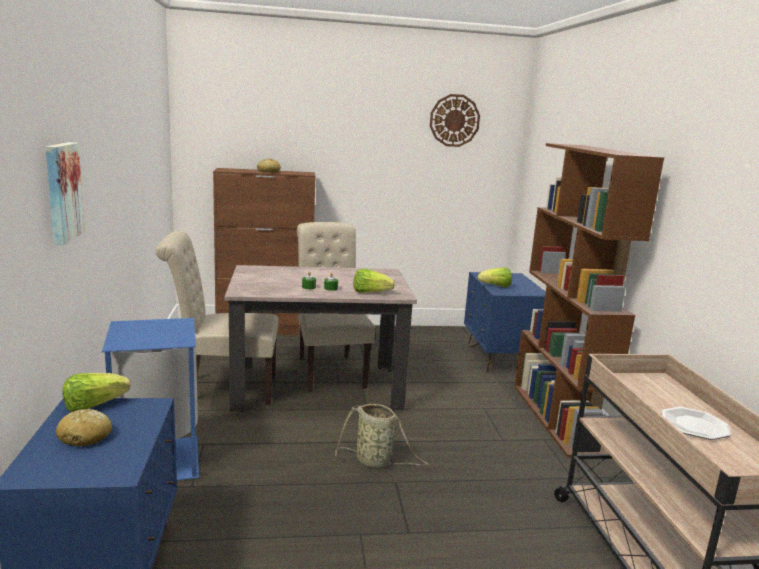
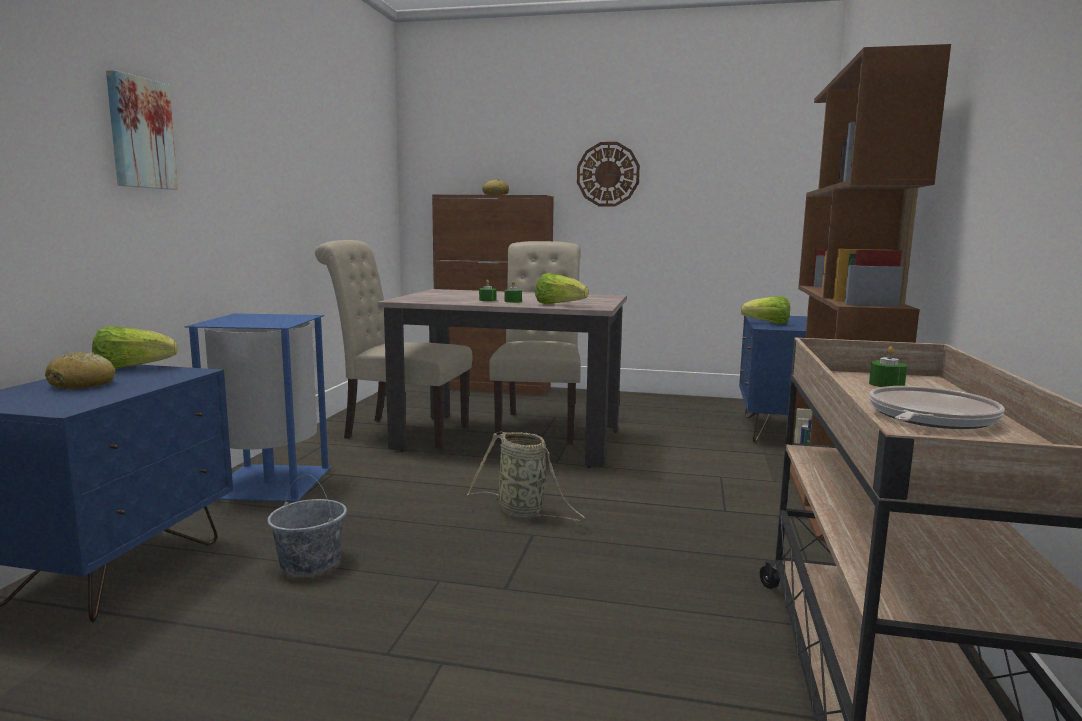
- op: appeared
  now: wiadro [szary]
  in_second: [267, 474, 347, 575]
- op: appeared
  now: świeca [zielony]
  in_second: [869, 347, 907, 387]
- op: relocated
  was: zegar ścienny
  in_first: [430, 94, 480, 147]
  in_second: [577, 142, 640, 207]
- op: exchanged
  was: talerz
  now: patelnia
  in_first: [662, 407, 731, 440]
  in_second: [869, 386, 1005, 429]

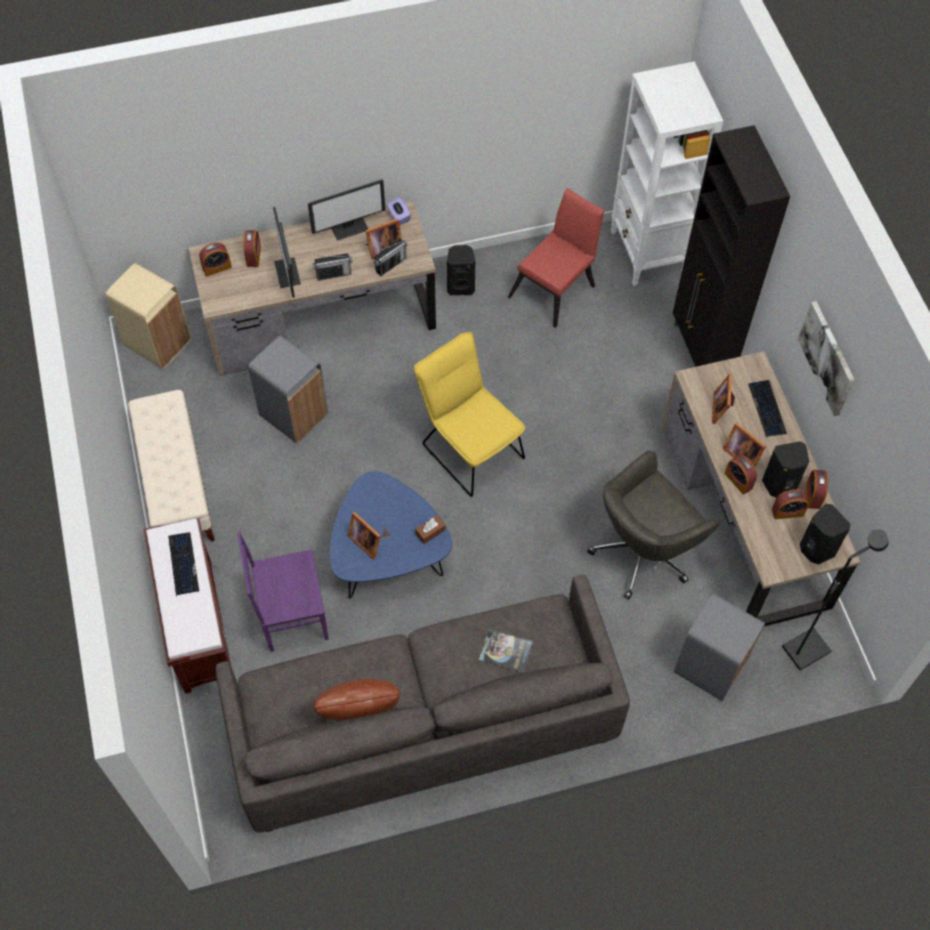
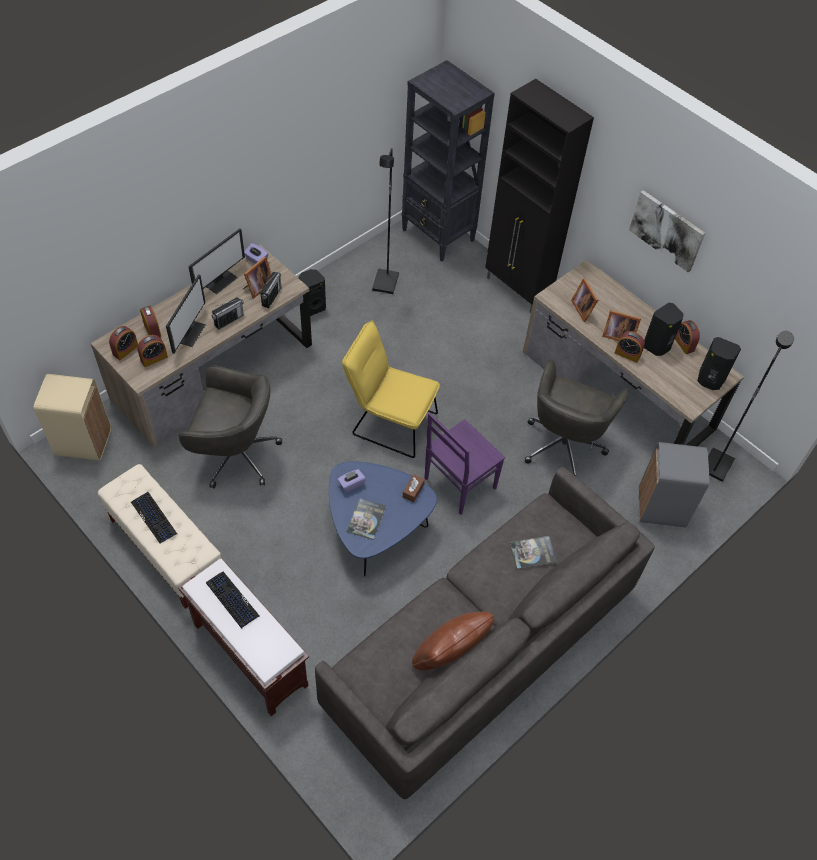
- op: appeared
  now: pudełko chusteczek [fioletowy]
  in_second: [337, 469, 366, 493]
- op: relocated
  was: krzesło [fioletowy]
  in_first: [237, 532, 329, 652]
  in_second: [425, 413, 505, 515]
- op: relocated
  was: klawiatura
  in_first: [748, 380, 787, 437]
  in_second: [131, 492, 177, 544]
- op: relocated
  was: budzik
  in_first: [772, 489, 809, 519]
  in_second: [137, 335, 168, 367]
- op: exchanged
  was: kosz na śmieci [szary]
  now: krzesło biurowe [szary]
  in_first: [248, 336, 328, 443]
  in_second: [179, 365, 282, 488]
- op: exchanged
  was: ramka na zdjęcie
  now: książka
  in_first: [348, 512, 381, 559]
  in_second: [346, 498, 386, 540]
- op: exchanged
  was: krzesło [czerwony]
  now: lampa stojąca [czarny]
  in_first: [508, 188, 604, 328]
  in_second: [372, 148, 399, 294]
- op: colour
  was: regał [biały]
  now: regał [czarny]
  in_first: [611, 61, 723, 286]
  in_second: [402, 60, 495, 262]
- op: spun
  was: monitor
  in_first: [273, 207, 301, 298]
  in_second: [166, 274, 206, 353]
  clockwise: -120

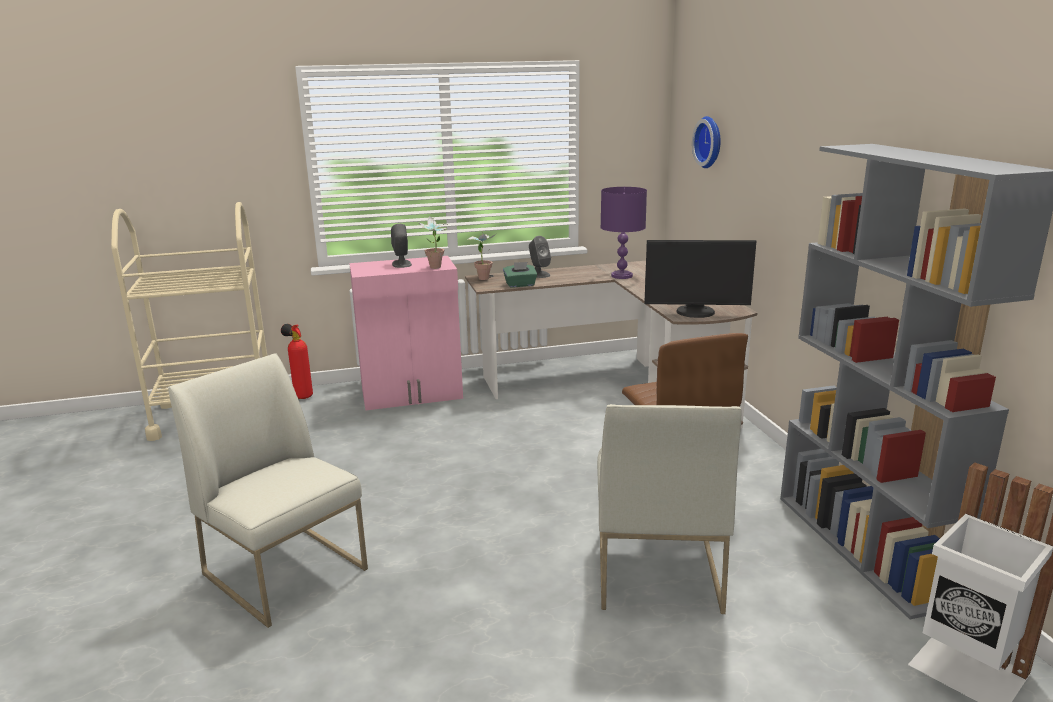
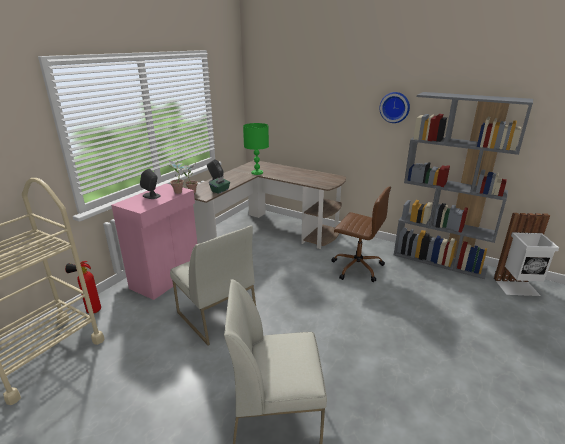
- op: missing
  was: monitor
  in_first: [644, 240, 756, 318]
- op: relocated
  was: krzesło [biały]
  in_first: [597, 404, 741, 614]
  in_second: [170, 226, 256, 346]
- op: relocated
  was: zegar ścienny
  in_first: [692, 116, 721, 168]
  in_second: [380, 92, 410, 123]
- op: colour
  was: lampa stołowa [fioletowy]
  now: lampa stołowa [zielony]
  in_first: [600, 187, 647, 279]
  in_second: [243, 123, 269, 175]

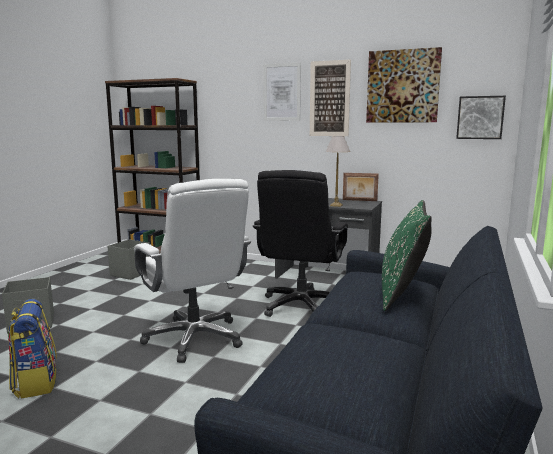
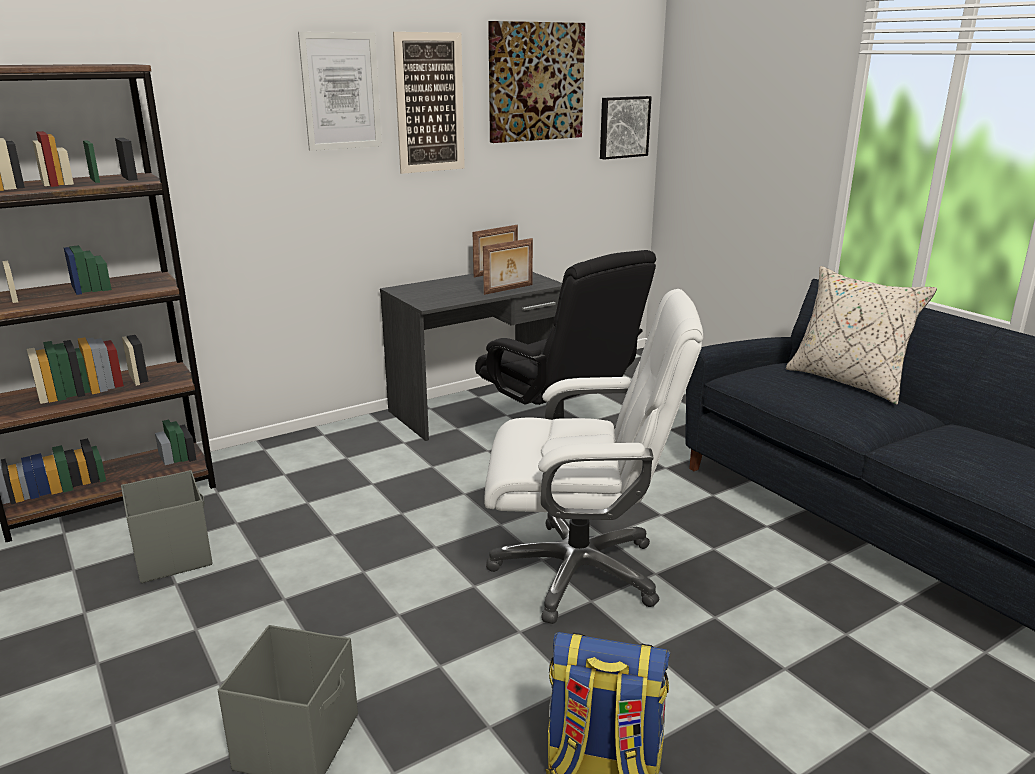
- op: exchanged
  was: lampa stołowa
  now: ramka na zdjęcie
  in_first: [326, 136, 350, 207]
  in_second: [483, 238, 533, 295]
- op: colour
  was: poduszka [zielony]
  now: poduszka [beżowy]
  in_first: [382, 200, 432, 311]
  in_second: [786, 266, 937, 404]

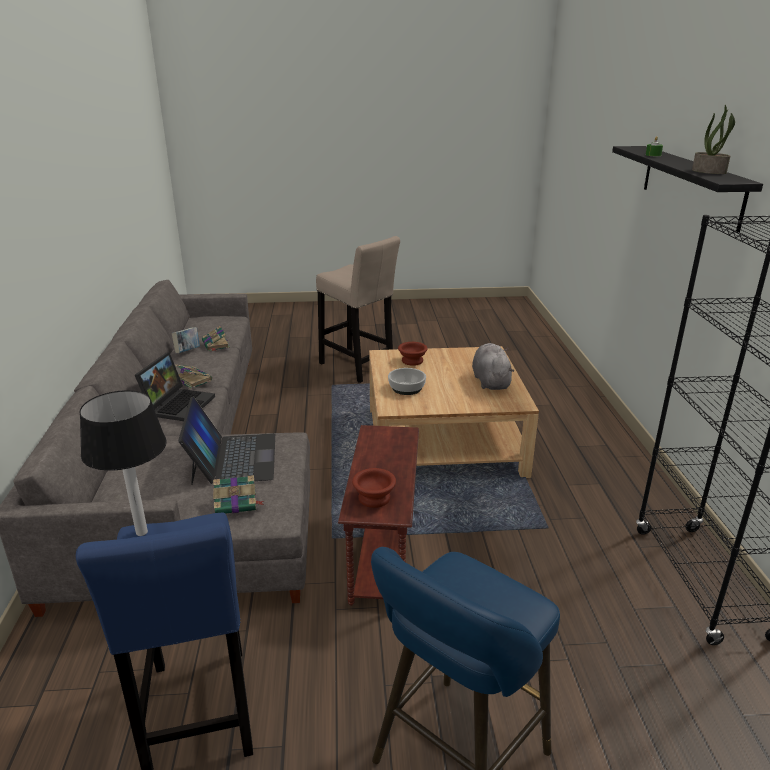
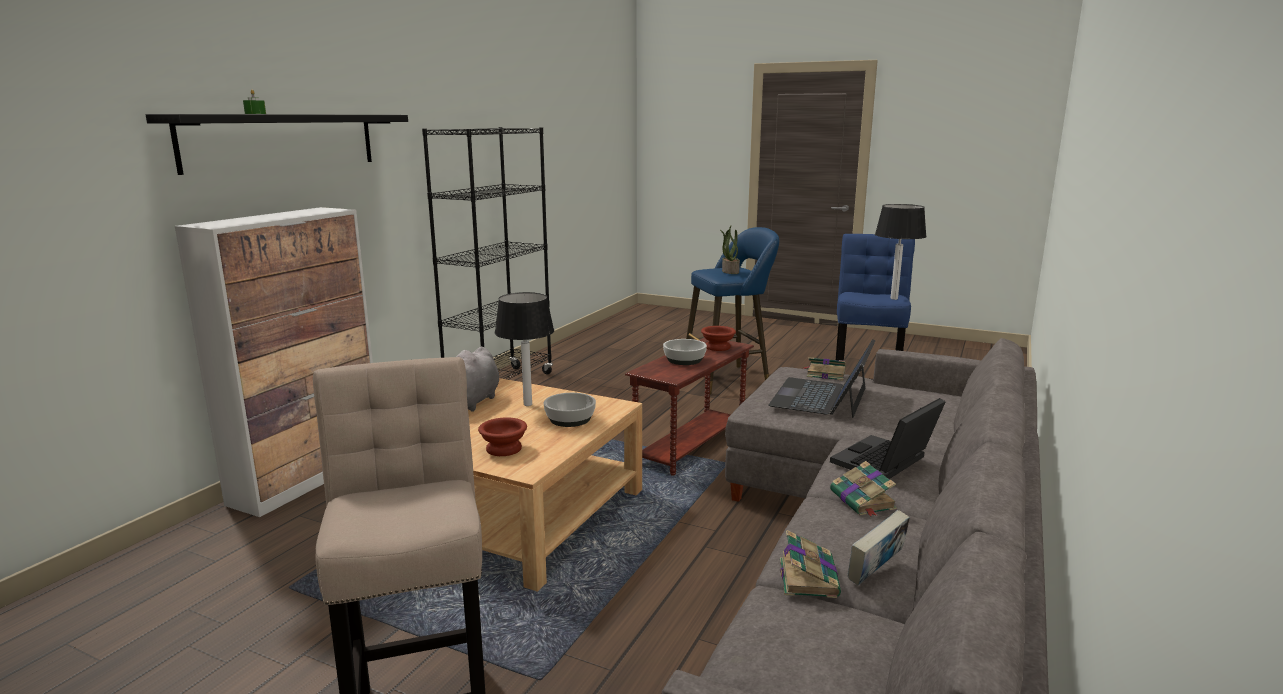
- op: appeared
  now: szafka
  in_second: [175, 207, 373, 517]
- op: appeared
  now: lampa stołowa
  in_second: [495, 292, 554, 406]
- op: appeared
  now: miska
  in_second: [663, 339, 707, 365]
- op: relocated
  was: roślina doniczkowa
  in_first: [692, 105, 735, 174]
  in_second: [720, 226, 740, 274]

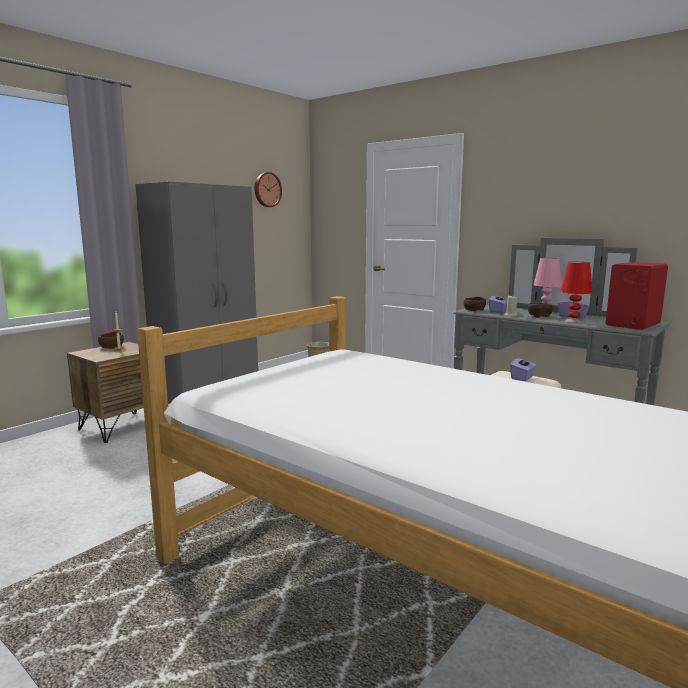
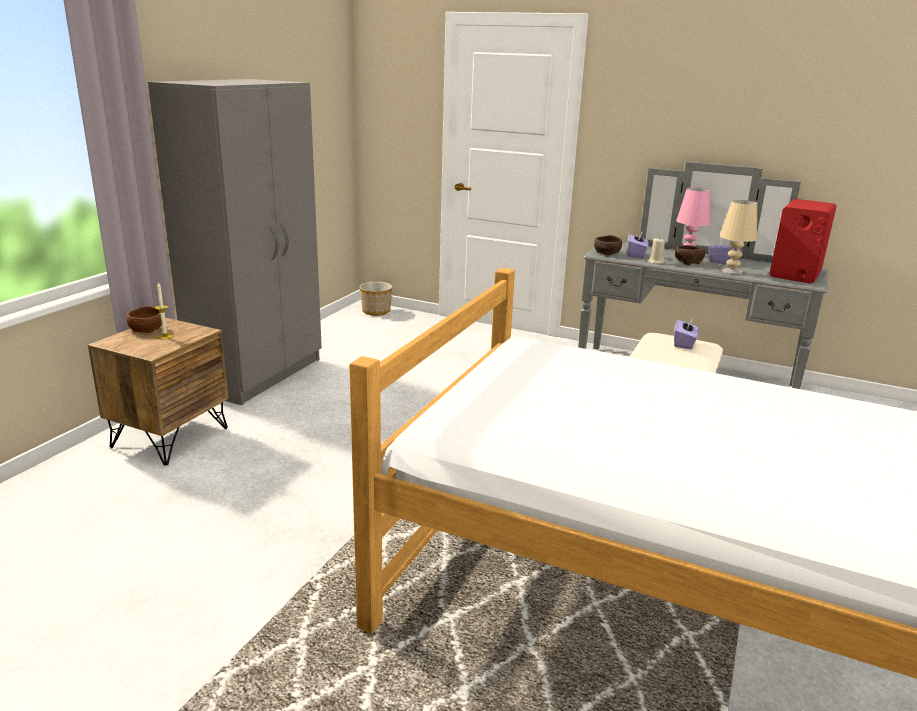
- op: missing
  was: zegar ścienny
  in_first: [254, 172, 282, 207]
- op: colour
  was: lampa stołowa [czerwony]
  now: lampa stołowa [beżowy]
  in_first: [560, 262, 593, 323]
  in_second: [720, 200, 757, 275]

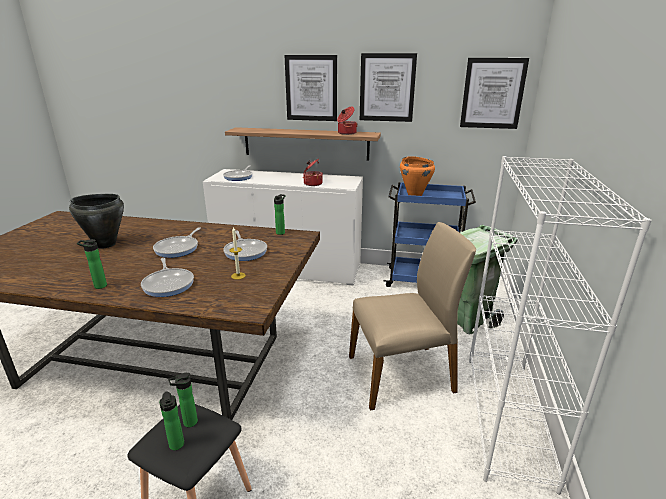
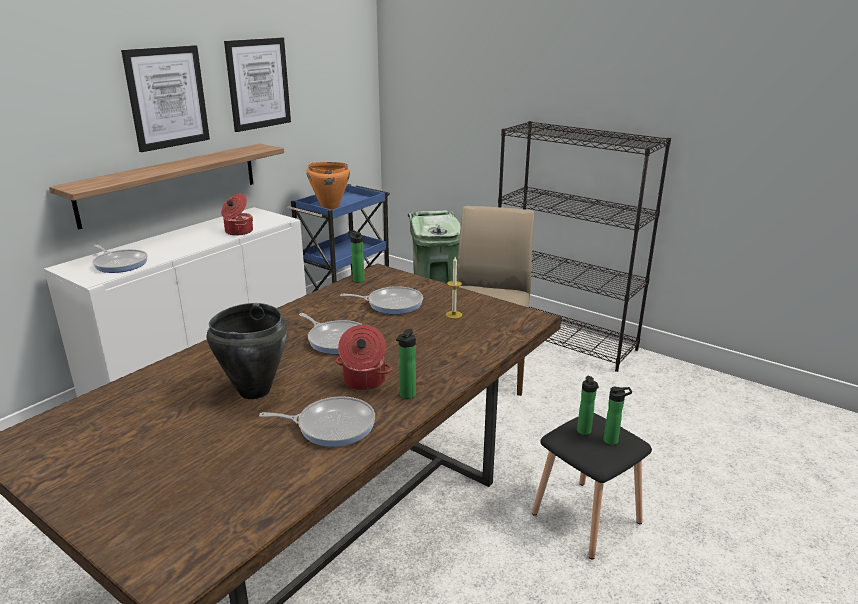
- op: missing
  was: obraz
  in_first: [460, 58, 529, 129]
- op: relocated
  was: patelnia
  in_first: [141, 258, 194, 297]
  in_second: [259, 396, 375, 447]
- op: relocated
  was: garnek
  in_first: [337, 107, 357, 135]
  in_second: [336, 325, 392, 391]
- op: colour
  was: regał [biały]
  now: regał [czarny]
  in_first: [469, 156, 652, 495]
  in_second: [498, 121, 671, 372]

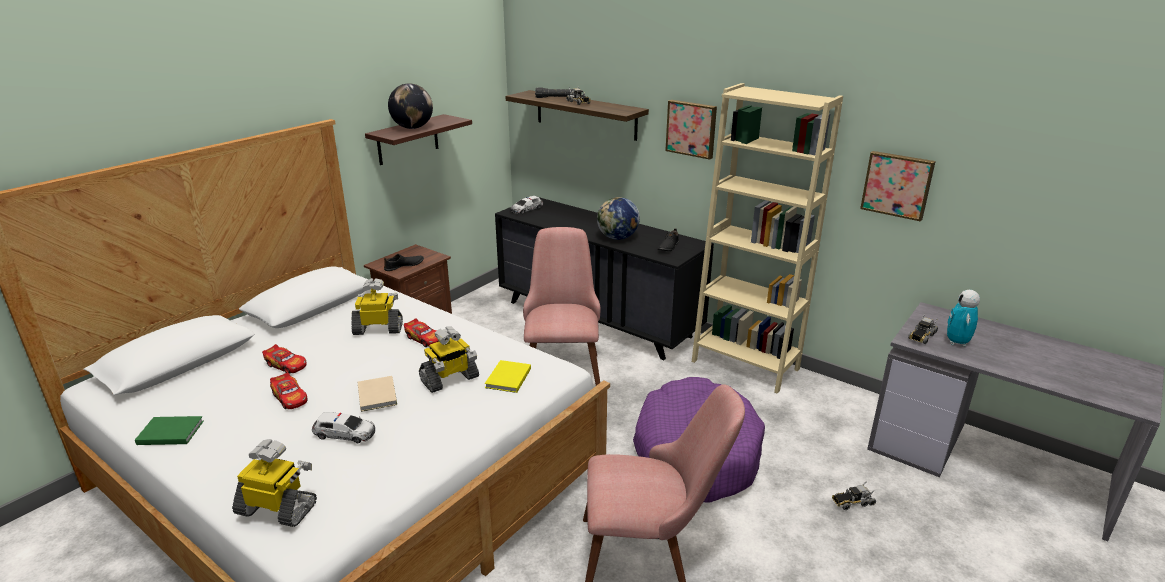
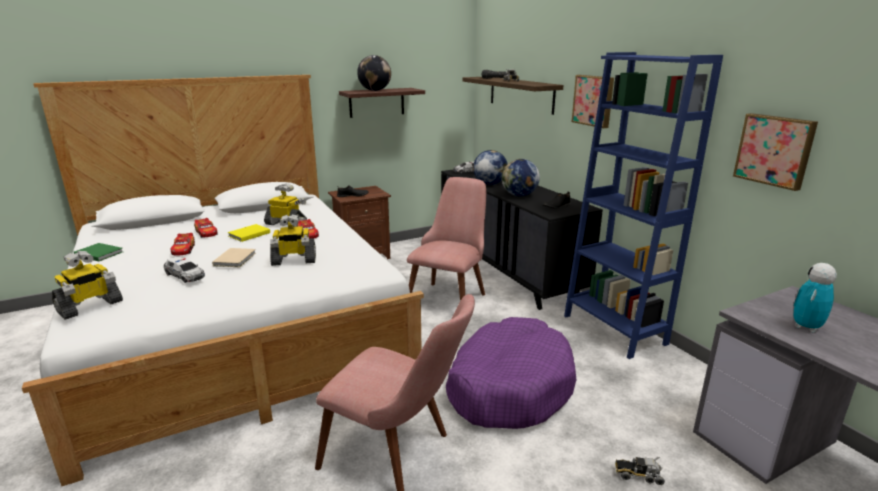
- op: missing
  was: ciężarówka zabawkowa
  in_first: [908, 313, 938, 344]
- op: appeared
  now: globus
  in_second: [473, 150, 508, 185]
- op: relocated
  was: książka [żółty]
  in_first: [485, 360, 531, 393]
  in_second: [228, 224, 270, 242]
- op: colour
  was: regał [beżowy]
  now: regał [niebieski]
  in_first: [692, 83, 843, 394]
  in_second: [564, 52, 723, 359]
- op: spun
  was: robot zabawkowy
  in_first: [232, 439, 317, 527]
  in_second: [52, 251, 123, 320]
  clockwise: 90

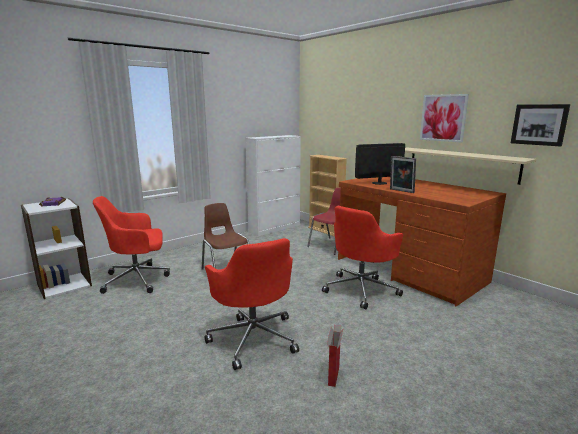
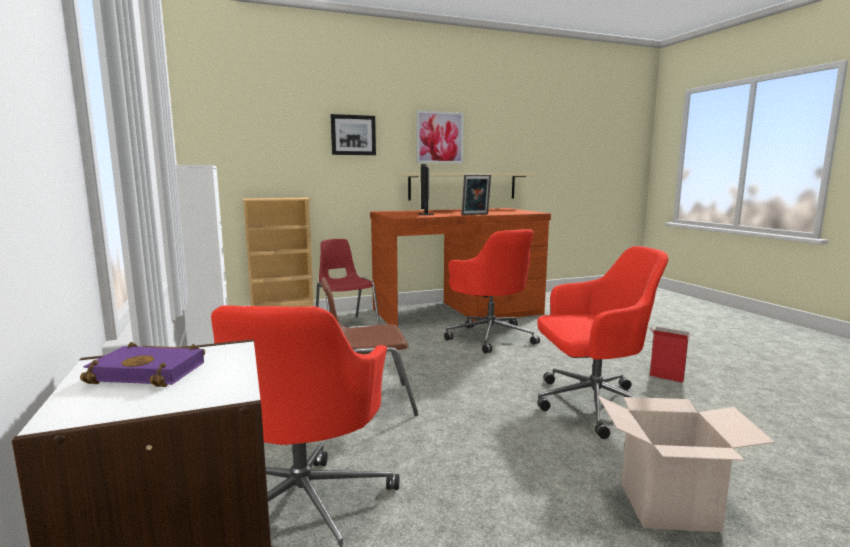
- op: appeared
  now: karton
  in_second: [598, 396, 775, 532]
- op: relocated
  was: obraz
  in_first: [511, 104, 570, 146]
  in_second: [331, 114, 376, 155]

